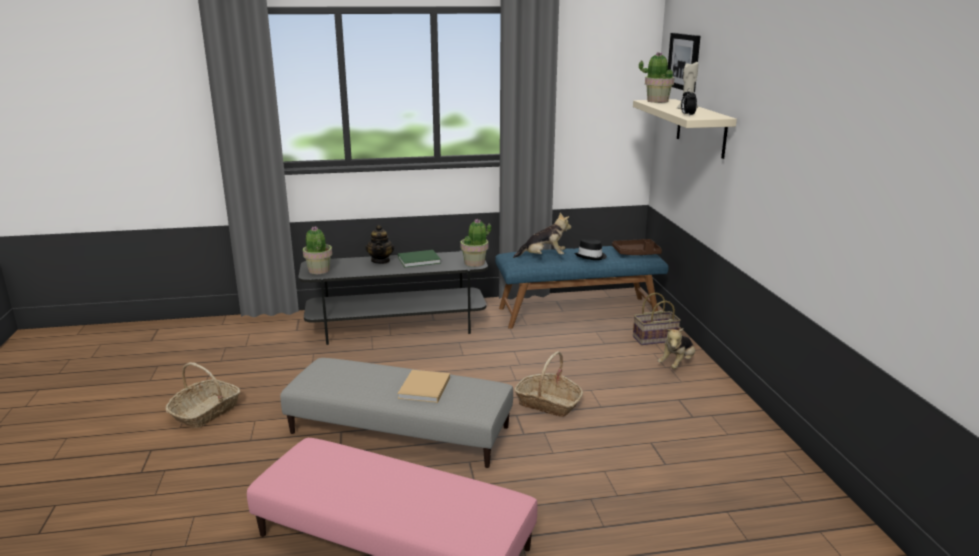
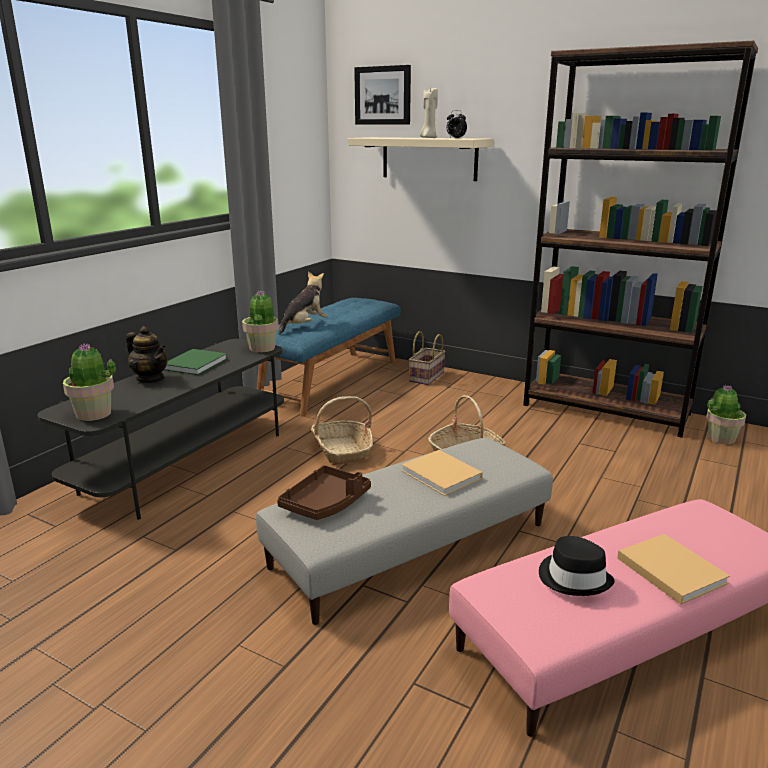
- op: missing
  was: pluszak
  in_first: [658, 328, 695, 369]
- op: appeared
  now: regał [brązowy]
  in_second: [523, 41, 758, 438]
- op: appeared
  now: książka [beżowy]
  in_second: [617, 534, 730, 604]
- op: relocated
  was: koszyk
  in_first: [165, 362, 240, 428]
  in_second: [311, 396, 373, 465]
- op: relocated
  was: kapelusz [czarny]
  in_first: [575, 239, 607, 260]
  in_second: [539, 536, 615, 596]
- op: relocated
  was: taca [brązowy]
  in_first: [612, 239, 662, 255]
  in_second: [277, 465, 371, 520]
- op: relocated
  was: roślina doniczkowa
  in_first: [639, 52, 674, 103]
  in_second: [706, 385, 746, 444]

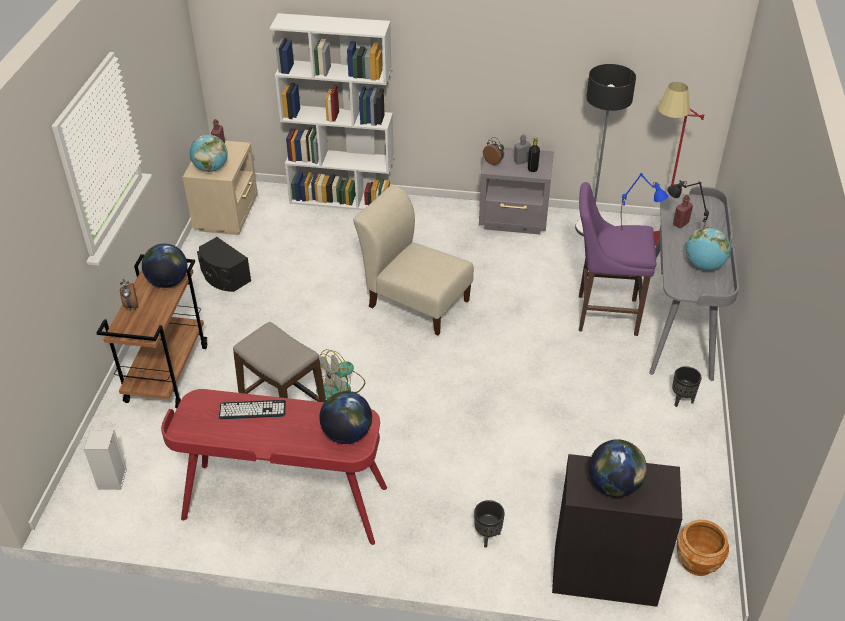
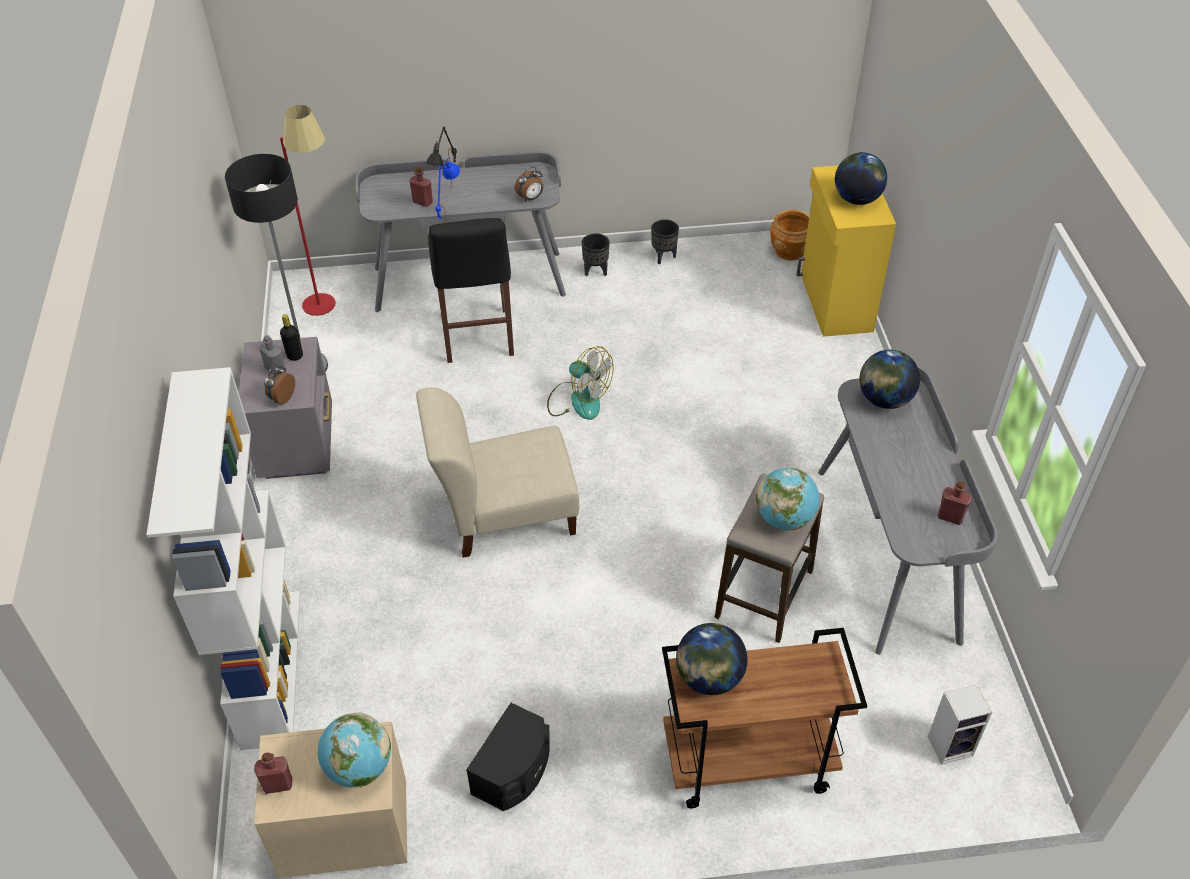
- op: missing
  was: klawiatura
  in_first: [219, 400, 286, 420]
- op: appeared
  now: butelka [czerwony]
  in_second: [938, 481, 972, 525]
- op: relocated
  was: budzik
  in_first: [120, 279, 138, 311]
  in_second: [515, 167, 544, 201]
- op: relocated
  was: wentylator
  in_first: [316, 349, 365, 399]
  in_second: [547, 346, 614, 420]
- op: relocated
  was: donica [czarny]
  in_first: [474, 500, 505, 548]
  in_second: [651, 219, 679, 264]
- op: relocated
  was: globus
  in_first: [686, 227, 731, 271]
  in_second: [756, 468, 819, 530]
- op: colour
  was: biurko [czerwony]
  now: biurko [szary]
  in_first: [161, 389, 387, 545]
  in_second: [818, 365, 998, 655]
- op: colour
  was: szafka [czarny]
  now: szafka [żółty]
  in_first: [552, 454, 682, 607]
  in_second: [796, 165, 896, 337]
- op: colour
  was: stołek [fioletowy]
  now: stołek [czarny]
  in_first: [579, 182, 656, 336]
  in_second: [428, 218, 514, 363]
- op: spun
  was: krzesło [beżowy]
  in_first: [353, 185, 474, 335]
  in_second: [416, 387, 579, 558]
  clockwise: 60

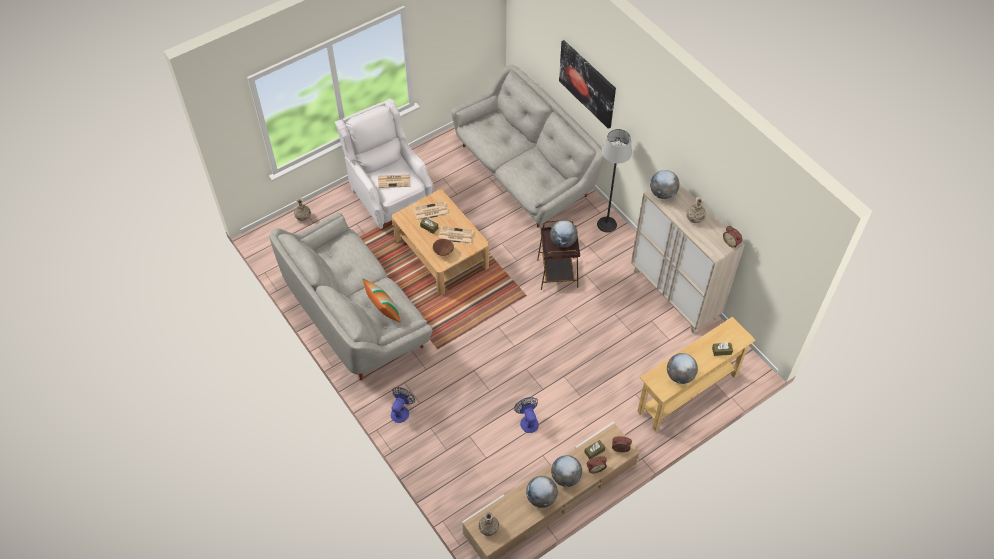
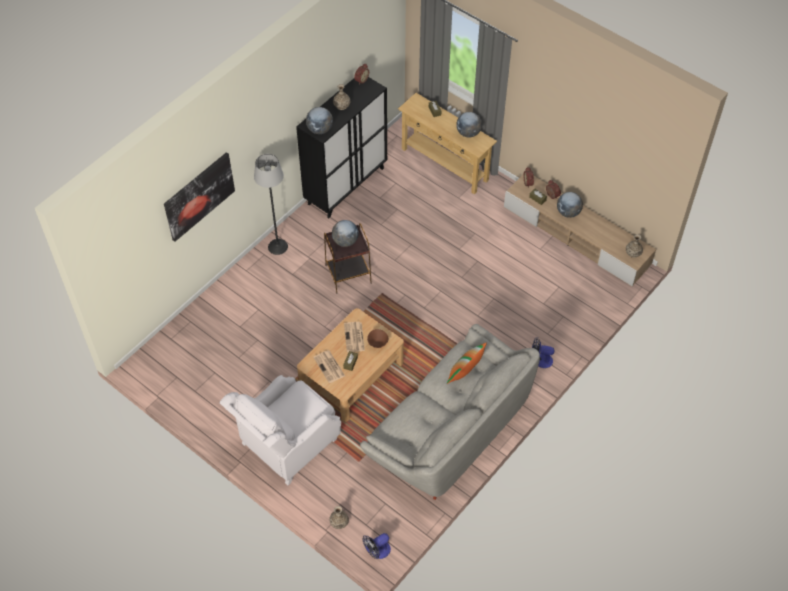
- op: missing
  was: gazeta
  in_first: [378, 175, 410, 188]
- op: missing
  was: kanapa [szary]
  in_first: [451, 65, 604, 228]
- op: missing
  was: globus
  in_first: [526, 476, 558, 508]
- op: relocated
  was: wentylator
  in_first: [514, 397, 539, 433]
  in_second: [362, 533, 391, 559]
- op: colour
  was: szafka [beżowy]
  now: szafka [czarny]
  in_first: [631, 184, 744, 334]
  in_second: [296, 77, 387, 218]

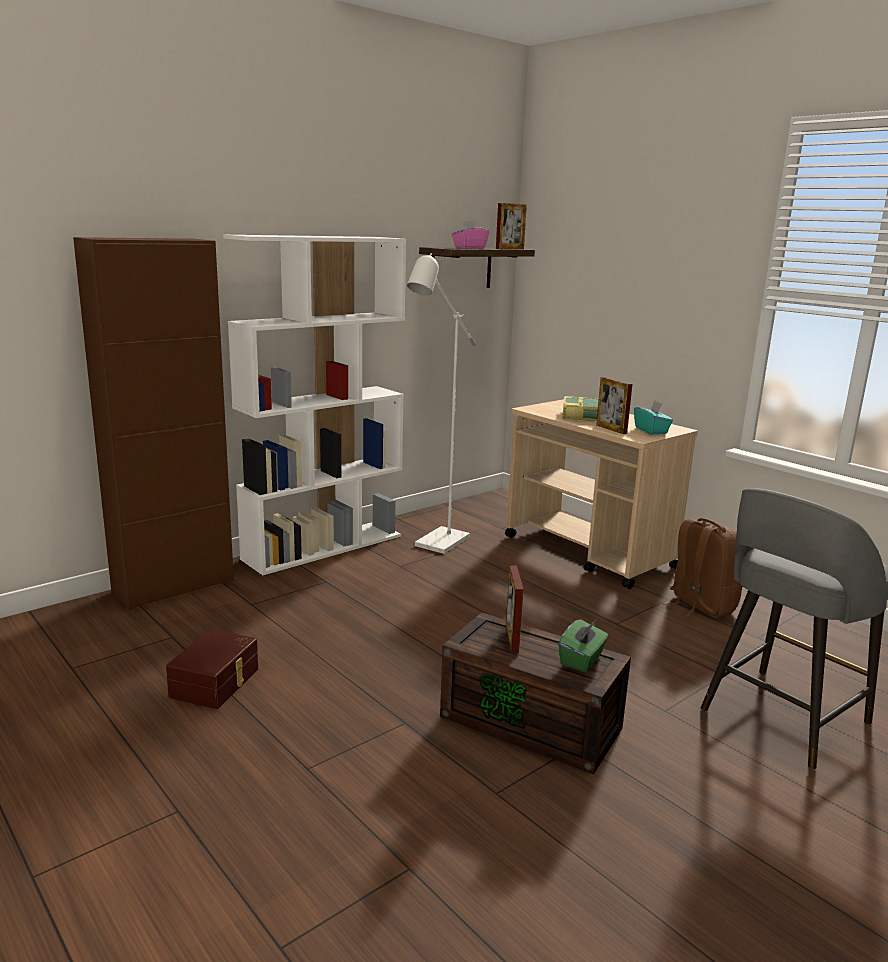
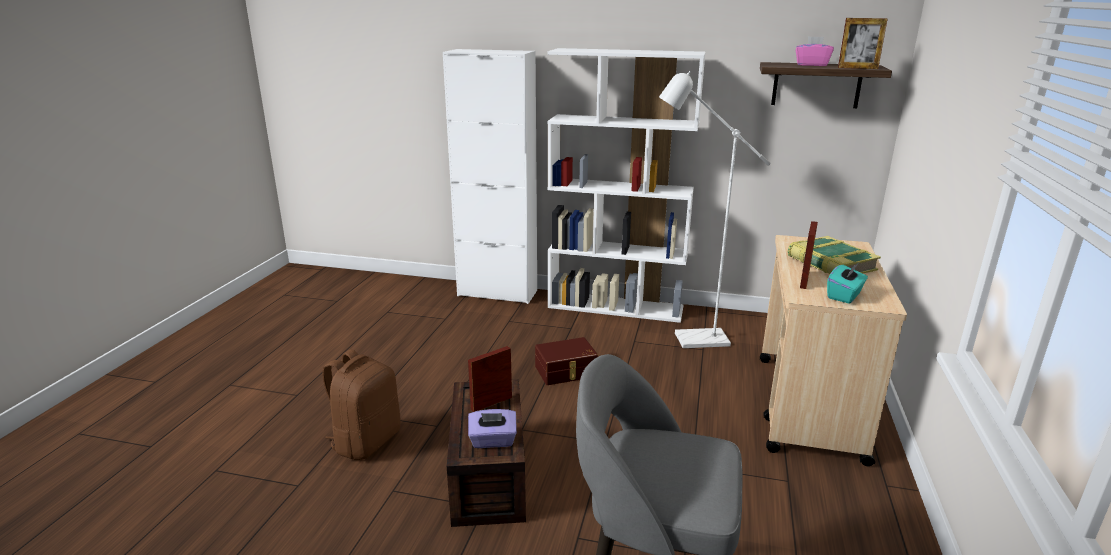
- op: relocated
  was: pojemnik do przechowywania [brązowy]
  in_first: [166, 629, 258, 709]
  in_second: [535, 337, 598, 385]
- op: relocated
  was: plecak [brązowy]
  in_first: [662, 518, 743, 618]
  in_second: [322, 349, 401, 460]
- op: colour
  was: szafka [brązowy]
  now: szafka [biały]
  in_first: [73, 237, 234, 610]
  in_second: [443, 49, 537, 304]
- op: colour
  was: pudełko chusteczek [zielony]
  now: pudełko chusteczek [fioletowy]
  in_first: [558, 619, 608, 672]
  in_second: [468, 409, 517, 448]

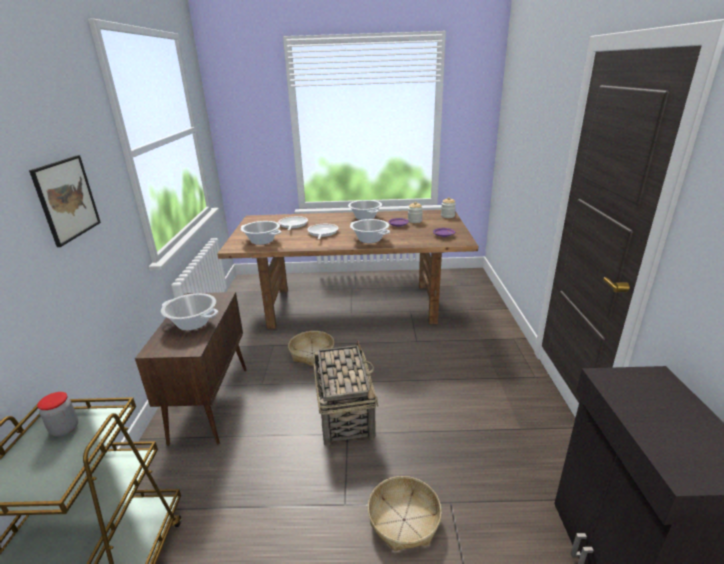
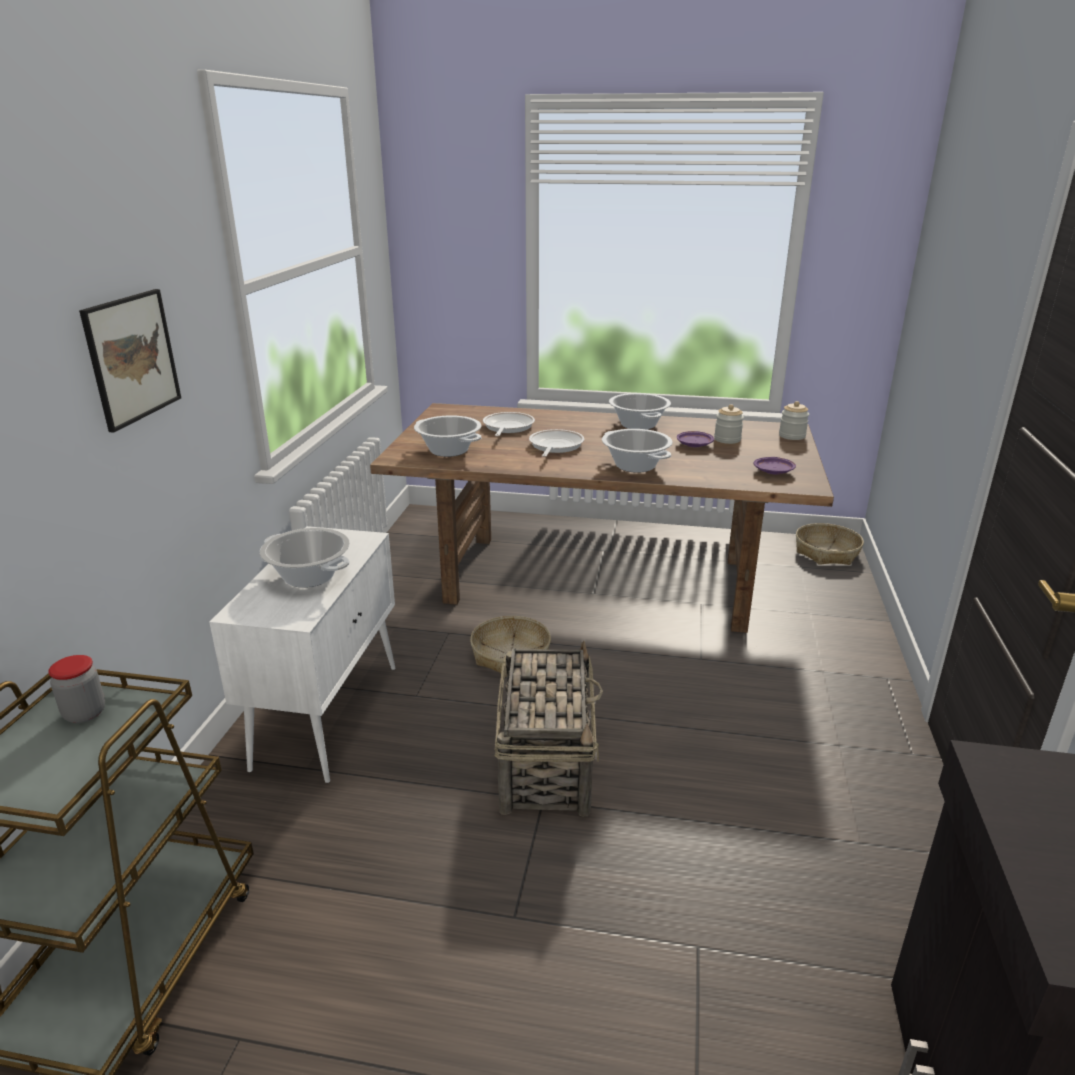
- op: relocated
  was: koszyk
  in_first: [368, 476, 442, 551]
  in_second: [796, 523, 864, 565]
- op: colour
  was: szafka [brązowy]
  now: szafka [biały]
  in_first: [135, 292, 246, 446]
  in_second: [209, 526, 396, 783]

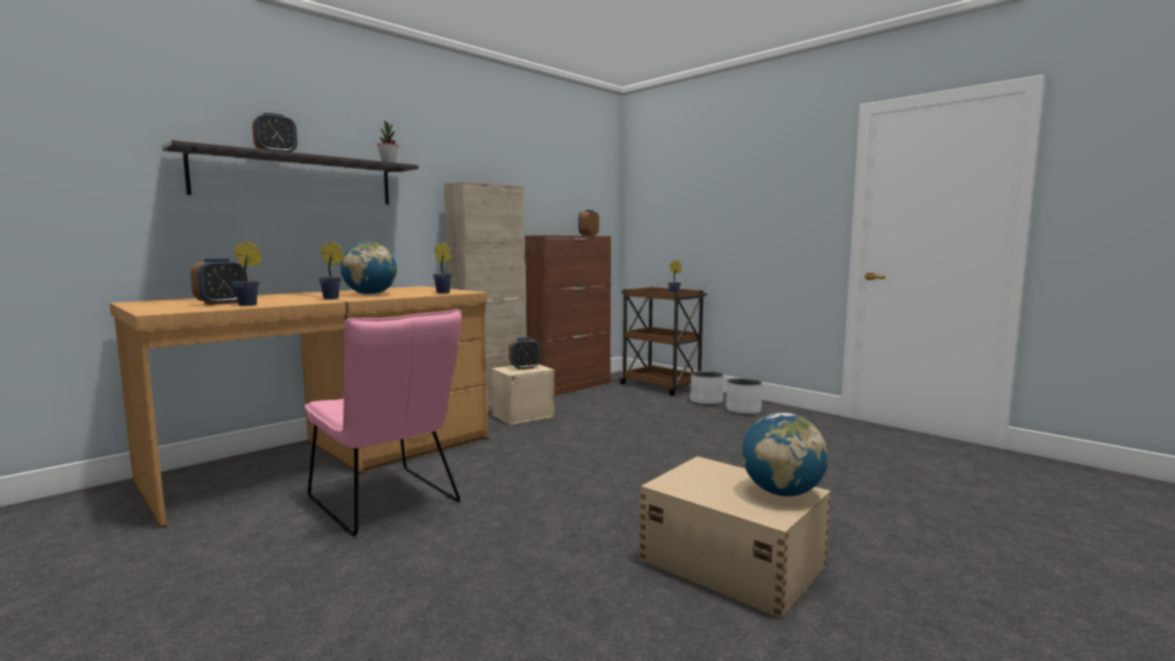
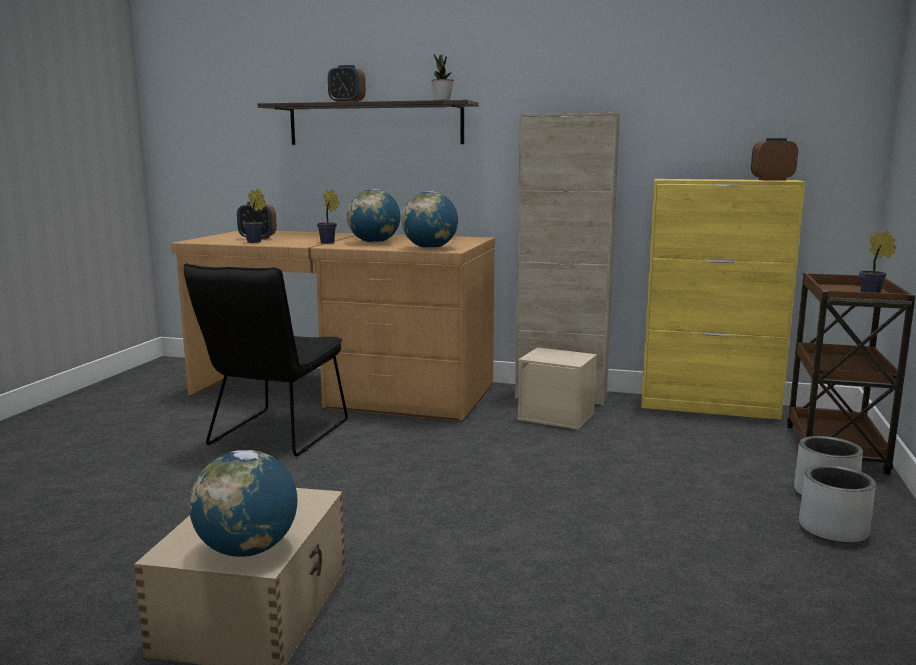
- op: missing
  was: budzik
  in_first: [509, 337, 541, 370]
- op: exchanged
  was: roślina doniczkowa
  now: globus
  in_first: [433, 242, 452, 293]
  in_second: [402, 191, 458, 249]
- op: colour
  was: krzesło [różowy]
  now: krzesło [czarny]
  in_first: [305, 309, 462, 536]
  in_second: [184, 263, 348, 456]
- op: colour
  was: szafka [brązowy]
  now: szafka [żółty]
  in_first: [525, 235, 611, 396]
  in_second: [641, 179, 805, 420]

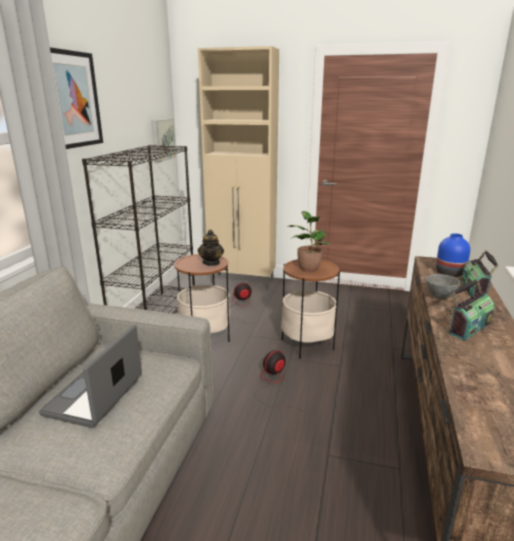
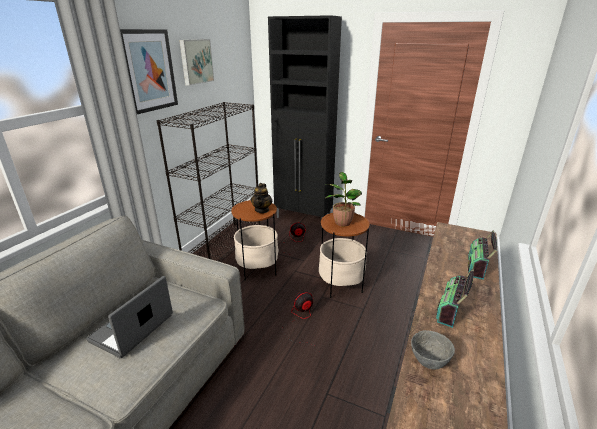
- op: missing
  was: wazon [niebieski]
  in_first: [436, 233, 470, 277]
- op: relocated
  was: obraz
  in_first: [152, 119, 176, 163]
  in_second: [179, 39, 214, 86]
- op: relocated
  was: miska [szary]
  in_first: [426, 274, 460, 299]
  in_second: [411, 330, 455, 370]
- op: colour
  was: szafka [beżowy]
  now: szafka [czarny]
  in_first: [198, 46, 279, 290]
  in_second: [268, 15, 342, 227]
- op: spun
  was: radio
  in_first: [449, 279, 494, 340]
  in_second: [436, 269, 474, 328]
  clockwise: 150

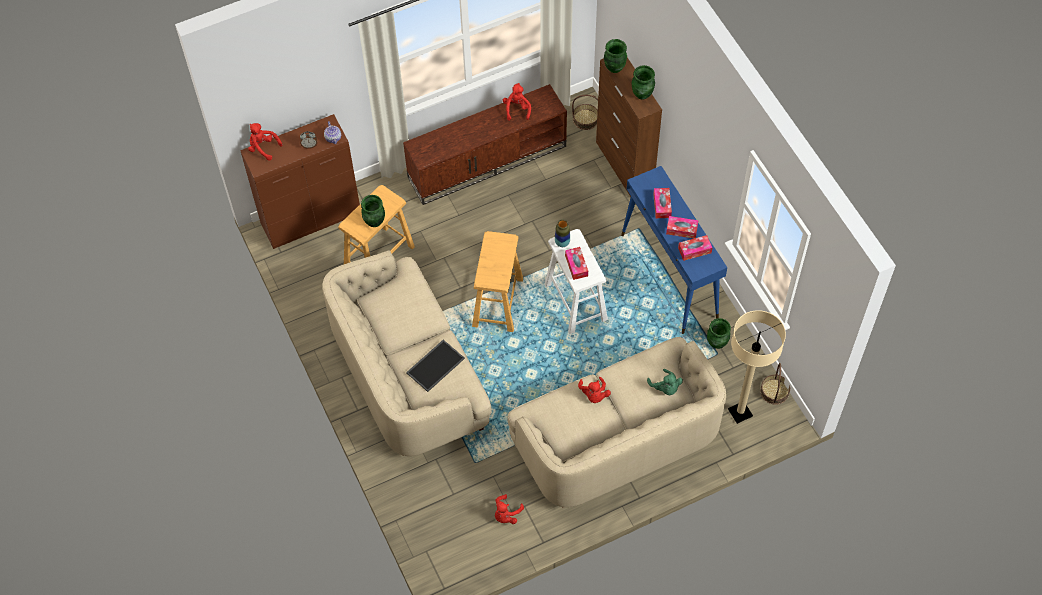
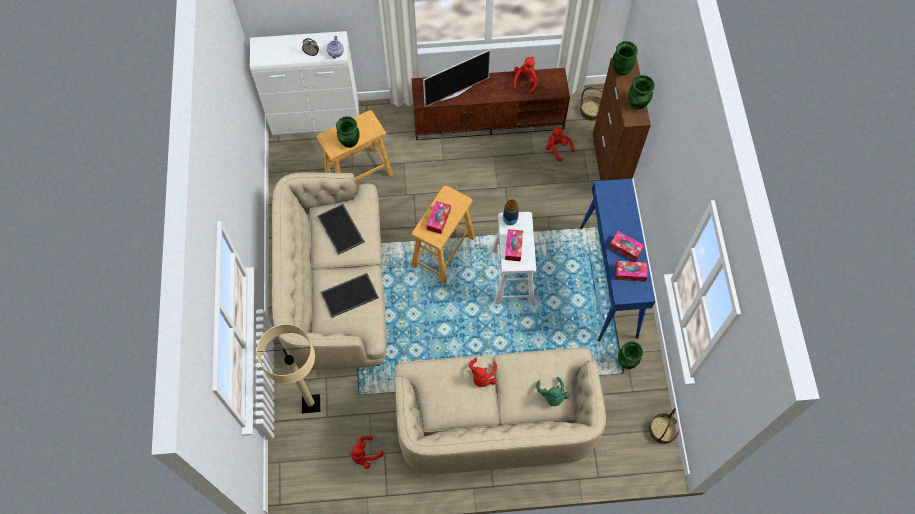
- op: appeared
  now: taca
  in_second: [318, 204, 365, 255]
- op: appeared
  now: telewizor
  in_second: [423, 50, 491, 107]
- op: relocated
  was: pluszak [czerwony]
  in_first: [248, 123, 283, 161]
  in_second: [545, 127, 574, 162]
- op: relocated
  was: pudełko chusteczek
  in_first: [653, 188, 672, 218]
  in_second: [427, 201, 451, 234]
- op: relocated
  was: lampa stojąca [beżowy]
  in_first: [728, 310, 786, 424]
  in_second: [256, 324, 320, 413]
- op: colour
  was: szafka [brązowy]
  now: szafka [biały]
  in_first: [240, 114, 360, 249]
  in_second: [250, 31, 359, 136]

